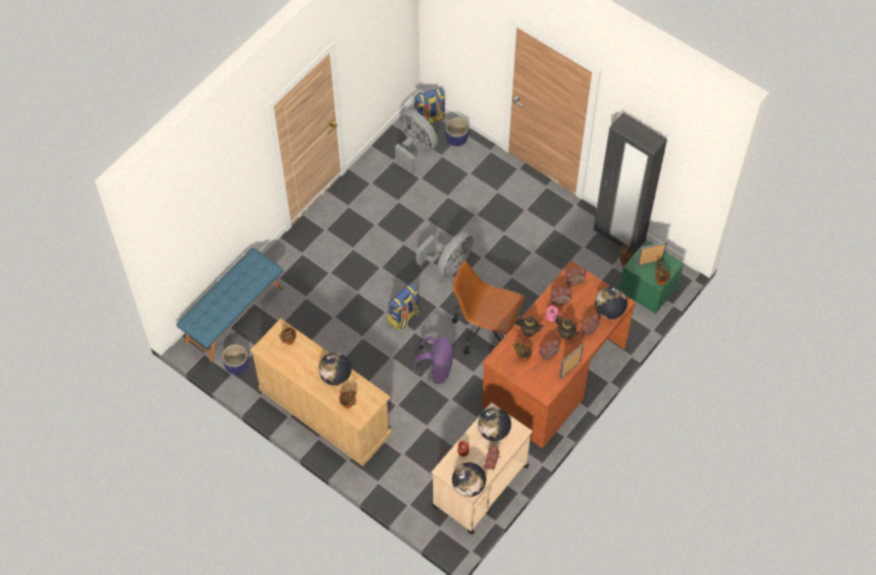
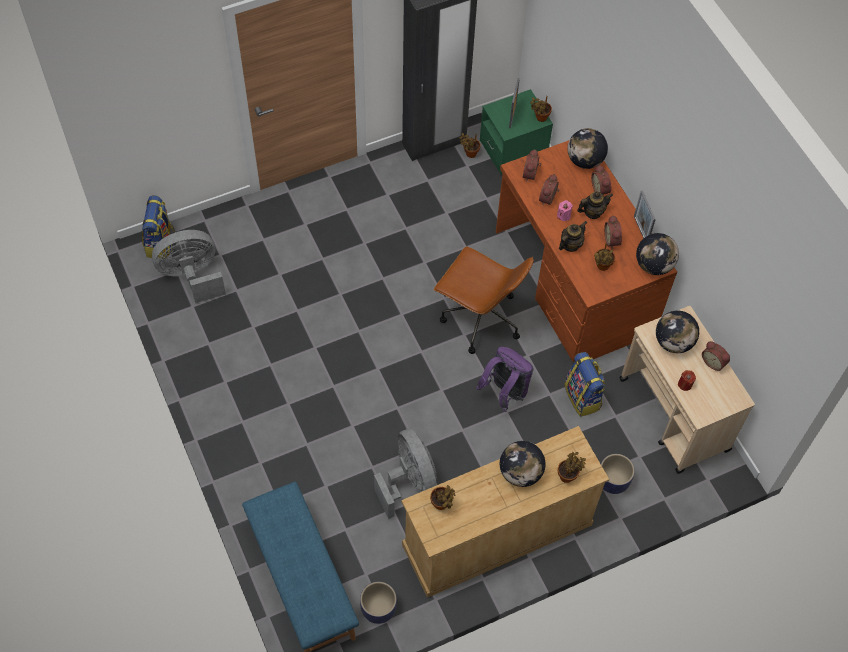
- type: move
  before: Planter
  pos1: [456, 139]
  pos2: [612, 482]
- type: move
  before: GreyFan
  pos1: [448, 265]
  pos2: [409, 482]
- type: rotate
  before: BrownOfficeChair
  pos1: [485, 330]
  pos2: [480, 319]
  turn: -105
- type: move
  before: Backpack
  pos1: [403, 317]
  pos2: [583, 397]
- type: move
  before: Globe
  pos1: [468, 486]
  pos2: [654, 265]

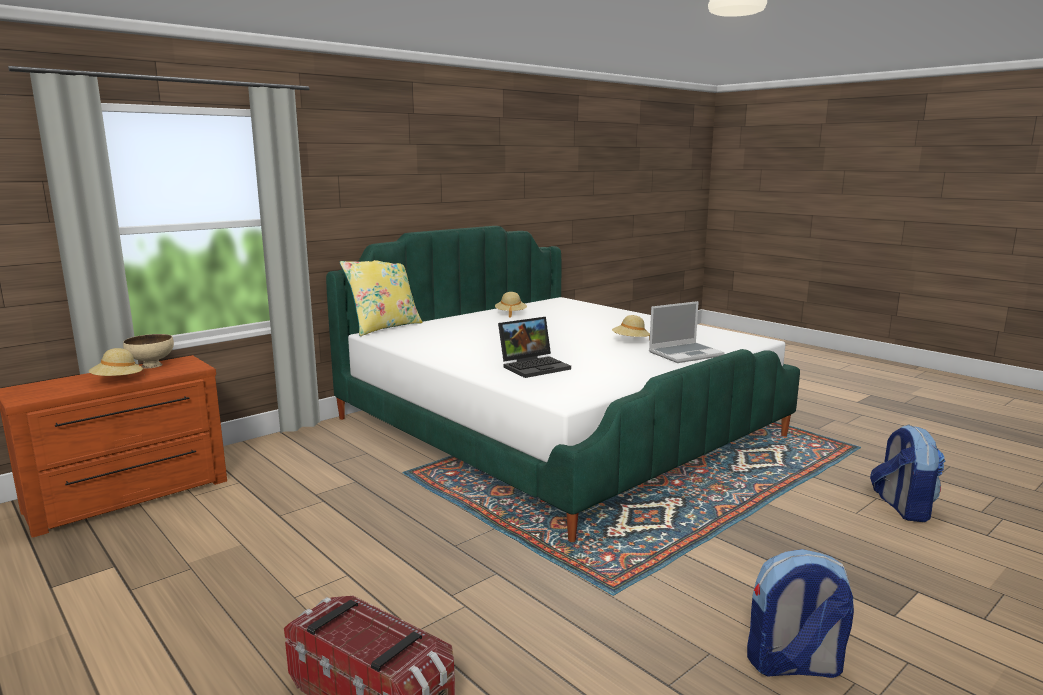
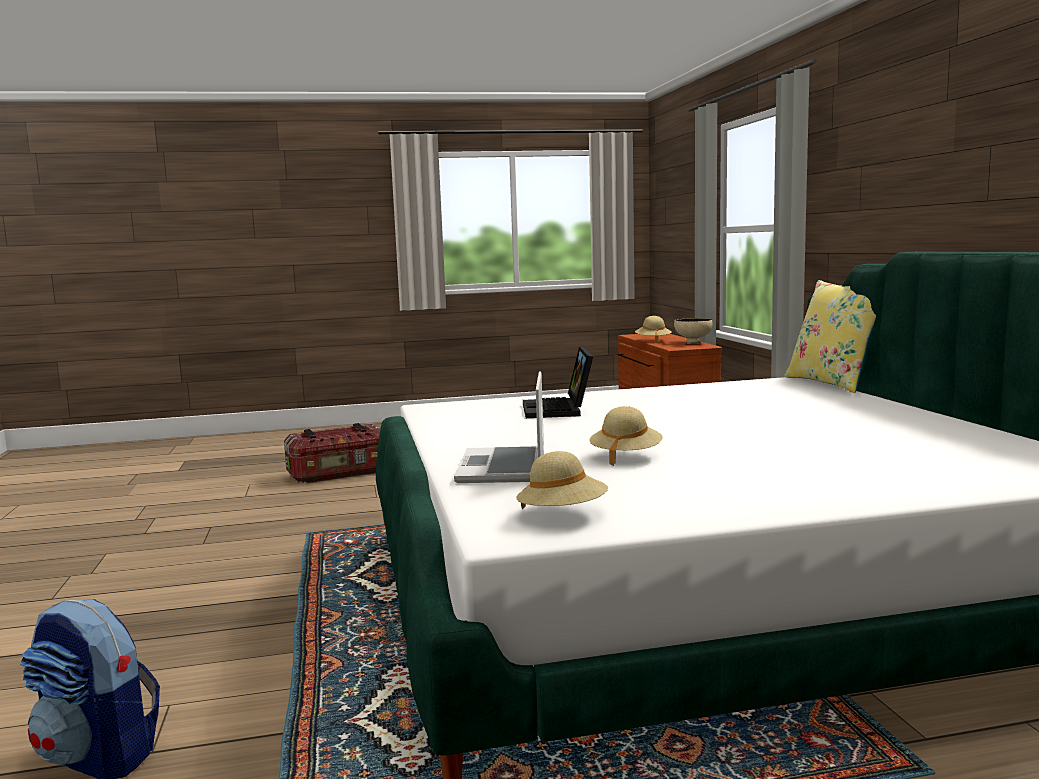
- type: move
  before: BeigeHat
  pos1: [510, 314]
  pos2: [563, 515]
- type: delete
  before: Backpack
  pos1: [793, 666]

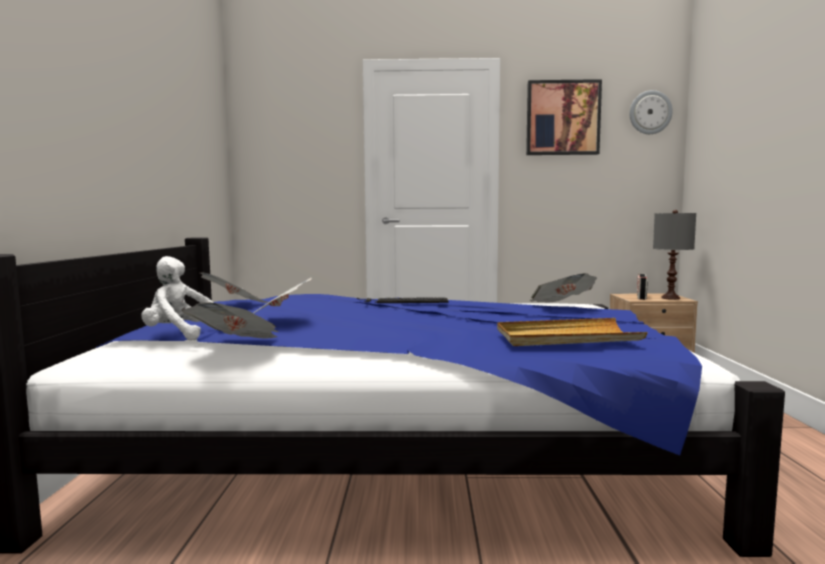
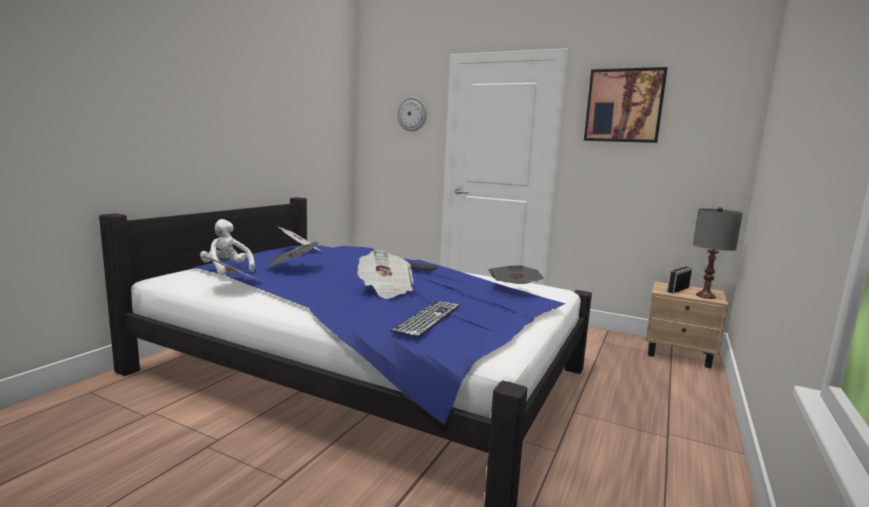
- type: move
  before: WallClock
  pos1: [650, 112]
  pos2: [412, 114]
- type: replace
  before: BeigeTray
  after: Keyboard
  pos1: [566, 337]
  pos2: [428, 318]
- type: insert
  after: Newspaper
  pos2: [385, 289]

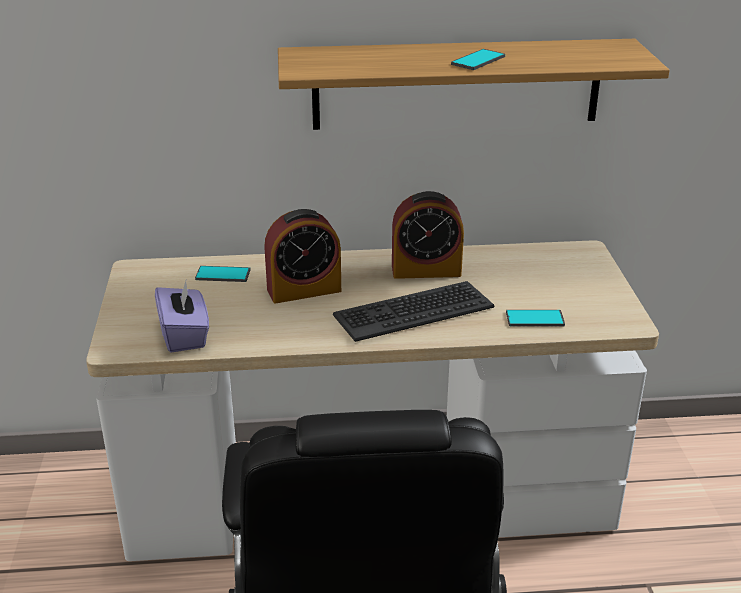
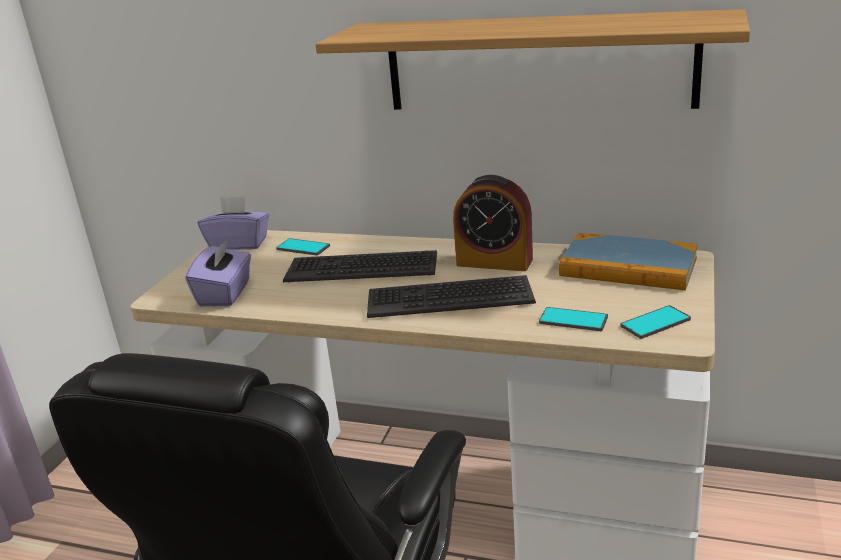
- type: move
  before: Phone
  pos1: [478, 60]
  pos2: [655, 323]
- type: replace
  before: AlarmClock
  after: Keyboard
  pos1: [304, 290]
  pos2: [362, 267]
- type: insert
  after: PurpleTissueBox
  pos2: [239, 244]
- type: insert
  after: Book
  pos2: [628, 267]

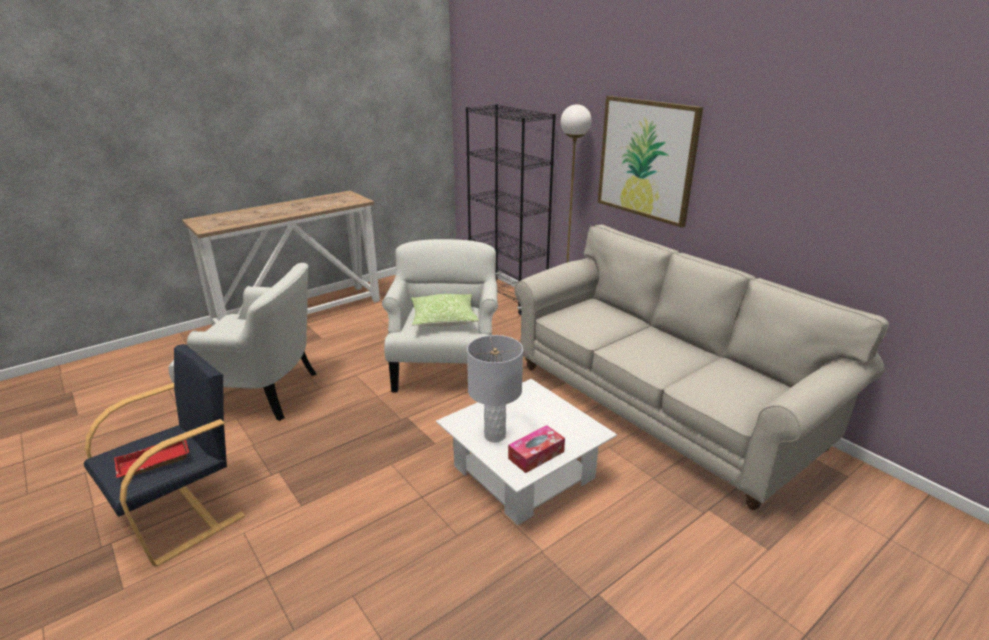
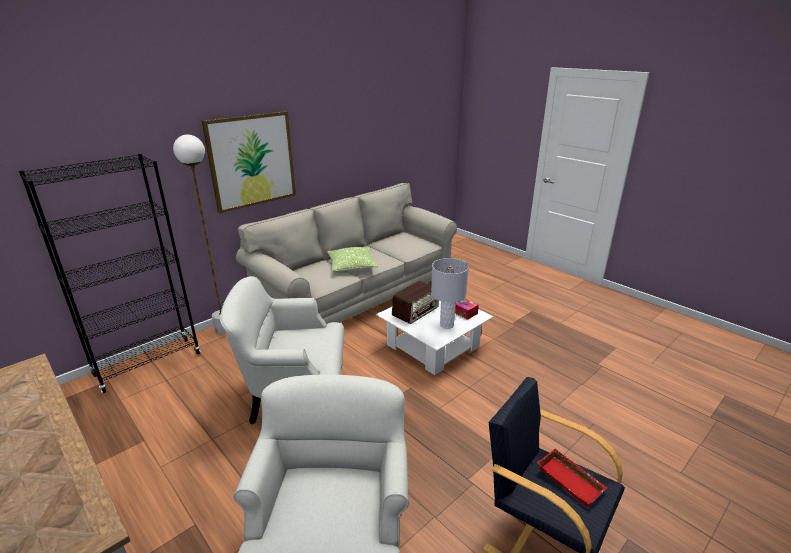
- type: move
  before: Pillow
  pos1: [444, 319]
  pos2: [352, 266]
- type: insert
  after: Radio
  pos2: [415, 311]

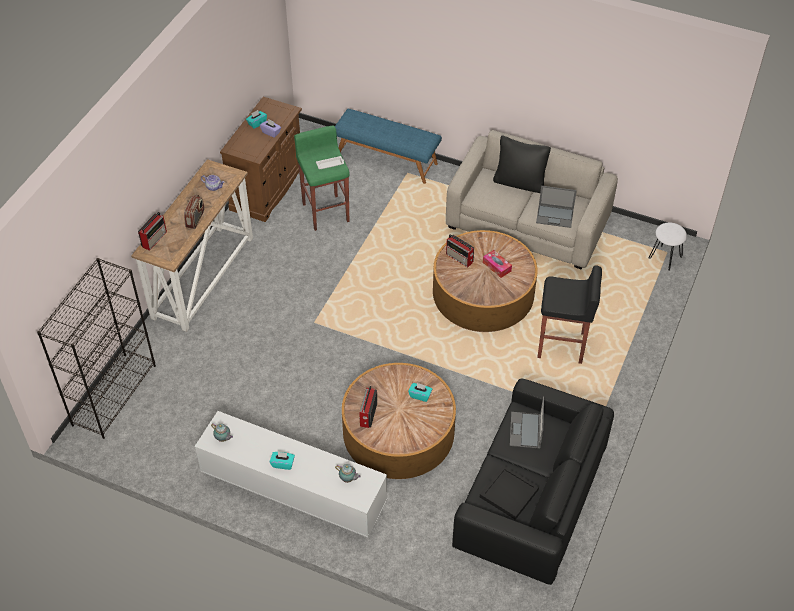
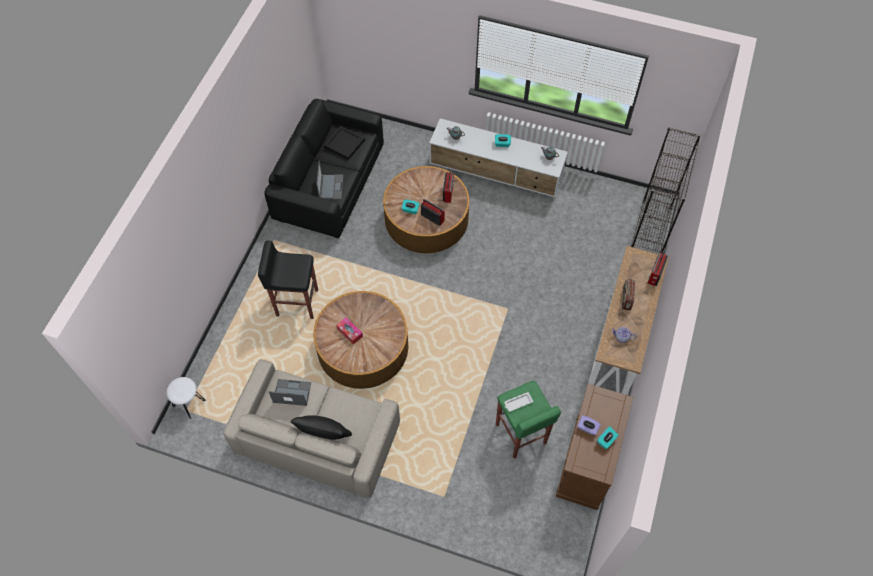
- type: delete
  before: BlueBench
  pos1: [387, 159]
- type: move
  before: Radio
  pos1: [460, 258]
  pos2: [432, 217]

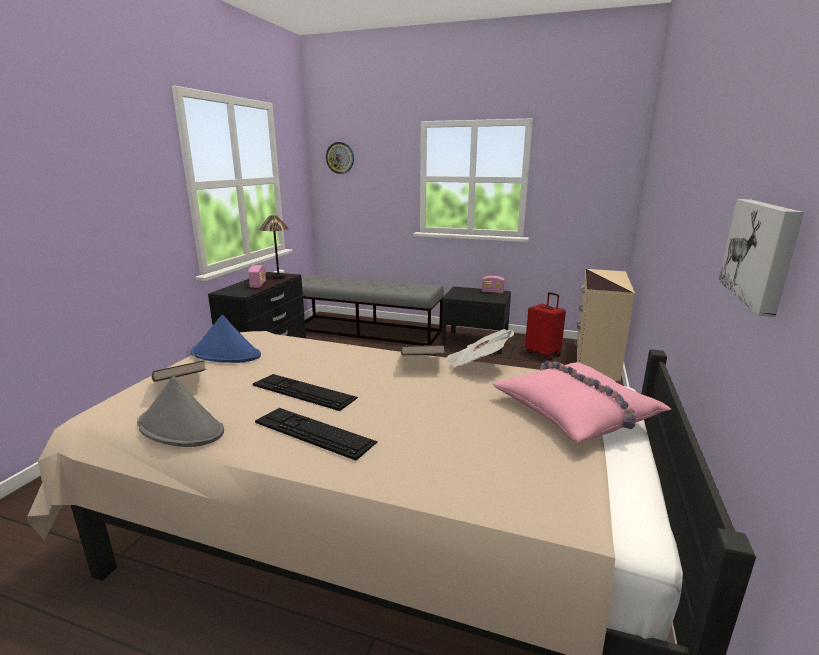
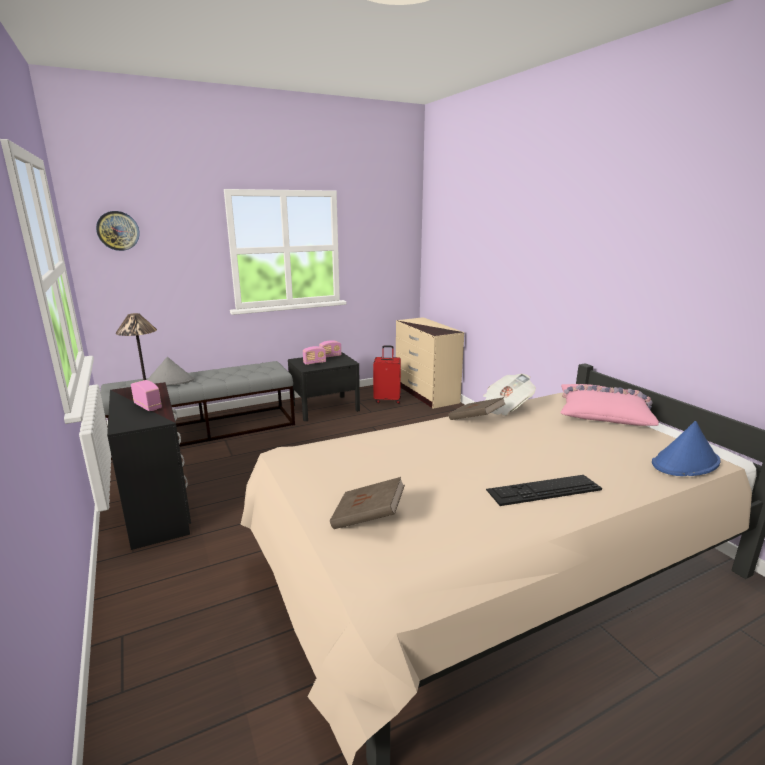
- type: delete
  before: Picture
  pos1: [762, 252]
- type: move
  before: BlueHat
  pos1: [226, 354]
  pos2: [685, 463]
- type: delete
  before: Keyboard
  pos1: [304, 391]
- type: move
  before: GreyHat
  pos1: [181, 427]
  pos2: [170, 382]
- type: insert
  after: Radio
  pos2: [314, 363]

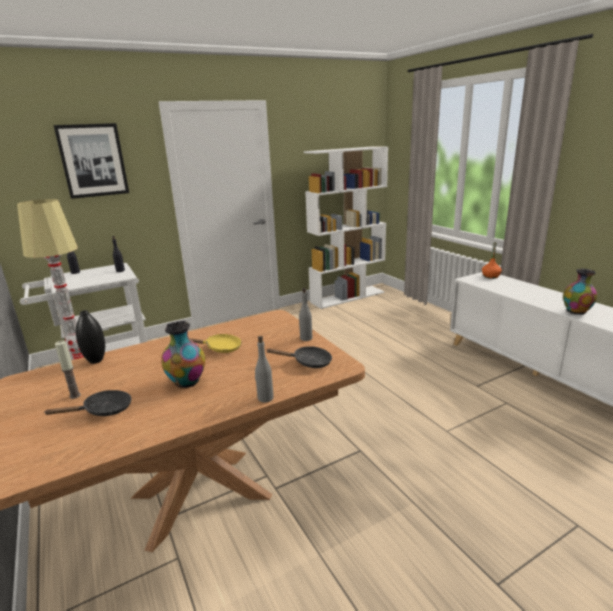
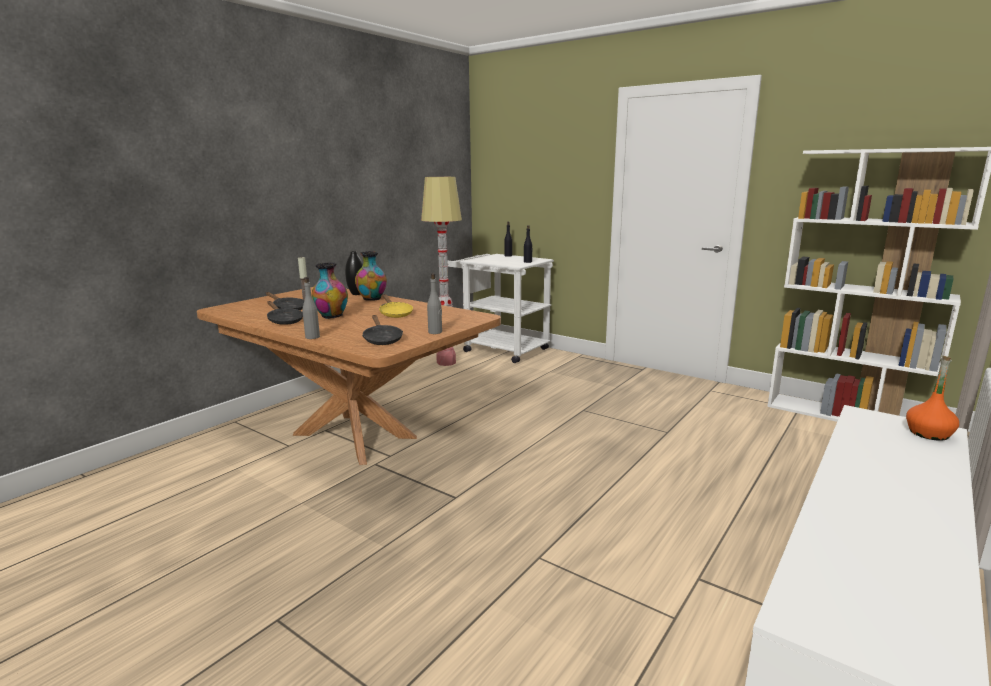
- type: delete
  before: Picture
  pos1: [93, 160]
- type: move
  before: Vase
  pos1: [576, 312]
  pos2: [372, 299]
- type: insert
  after: BlackFryingPan
  pos2: [284, 320]

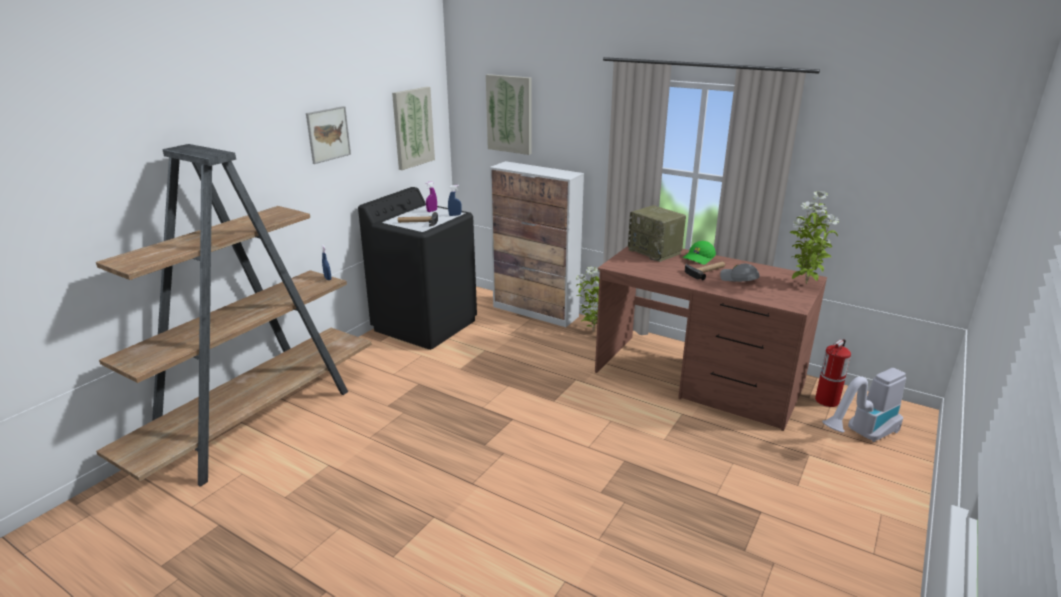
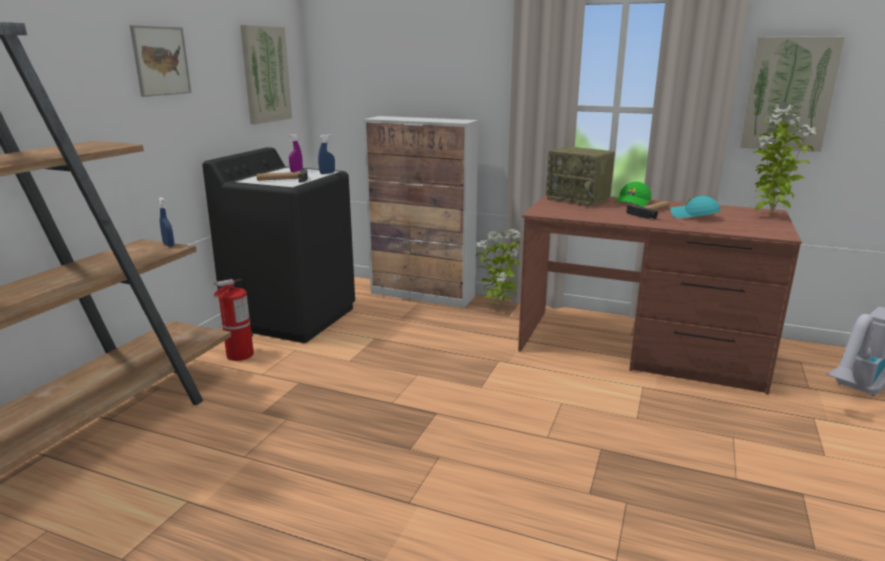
- type: move
  before: Picture
  pos1: [510, 114]
  pos2: [789, 94]
- type: recolor
  before: GreyCap
  after: TurquoiseCap
  pos1: [738, 279]
  pos2: [693, 216]
- type: move
  before: FireExtinguisher
  pos1: [827, 401]
  pos2: [240, 355]

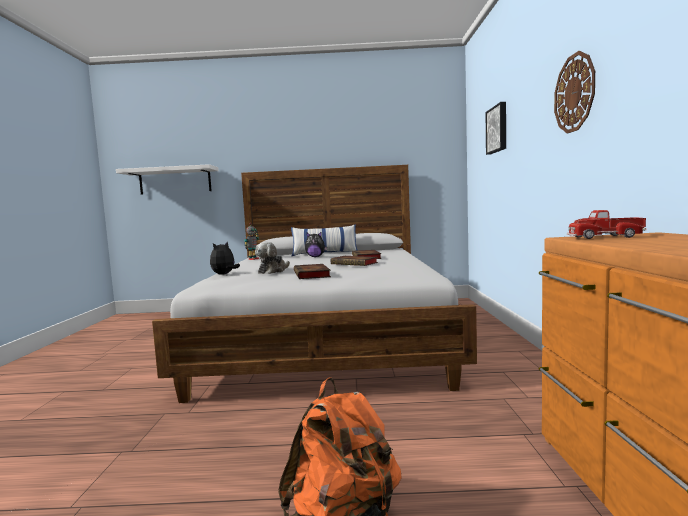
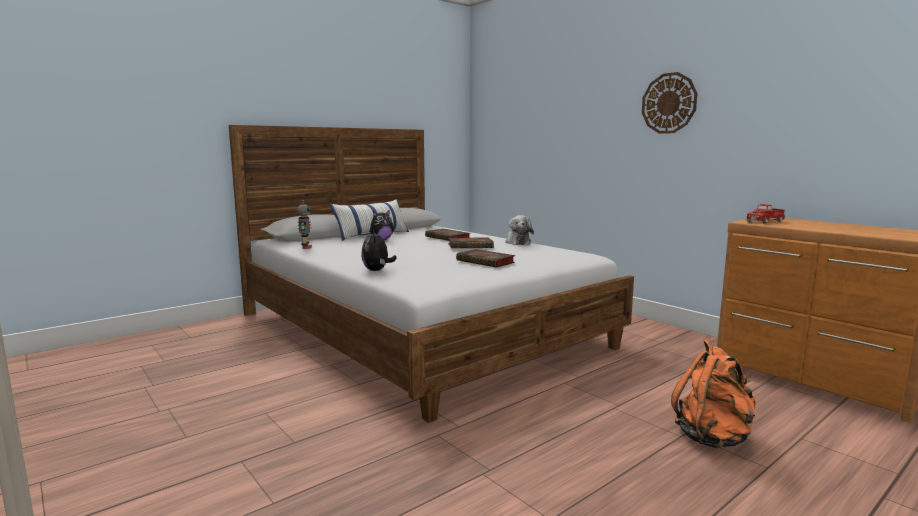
- type: delete
  before: Picture
  pos1: [498, 129]
- type: delete
  before: WhiteShelf
  pos1: [175, 181]
- type: move
  before: PlushToy
  pos1: [273, 271]
  pos2: [517, 242]

